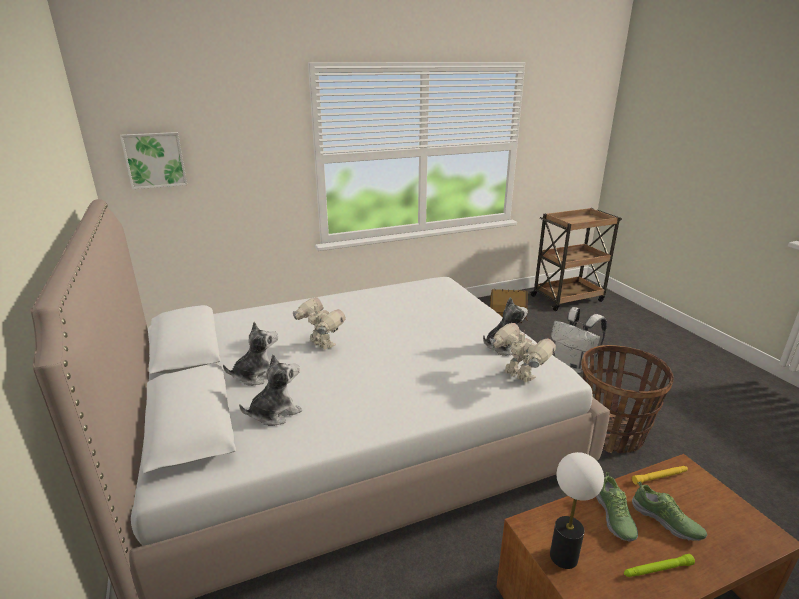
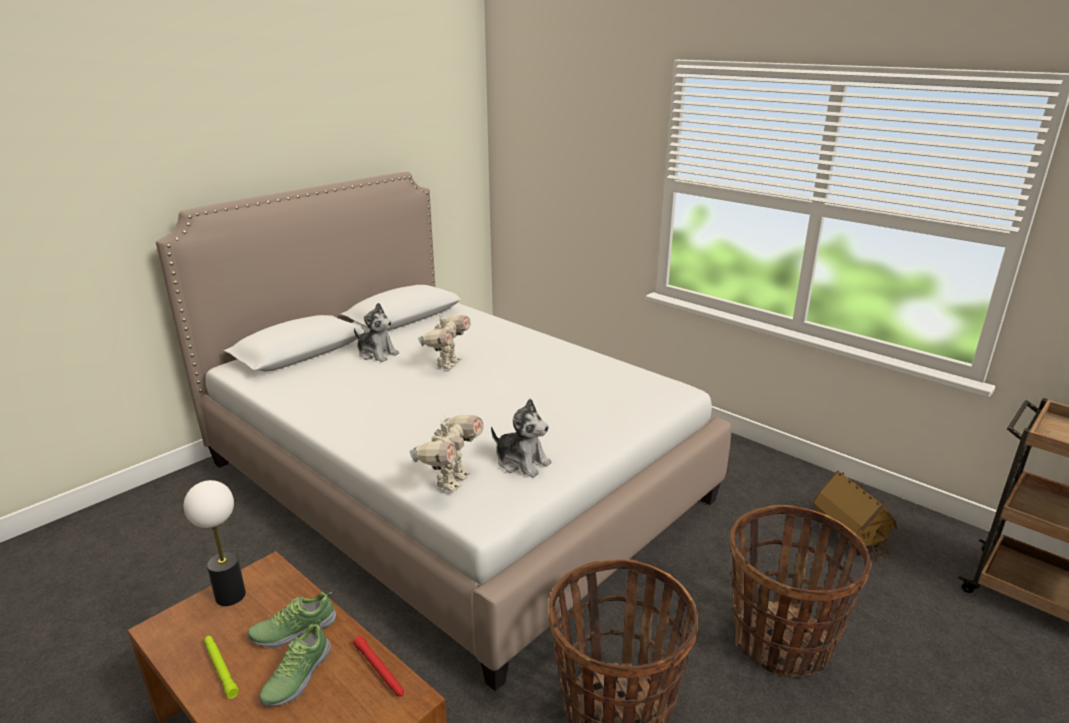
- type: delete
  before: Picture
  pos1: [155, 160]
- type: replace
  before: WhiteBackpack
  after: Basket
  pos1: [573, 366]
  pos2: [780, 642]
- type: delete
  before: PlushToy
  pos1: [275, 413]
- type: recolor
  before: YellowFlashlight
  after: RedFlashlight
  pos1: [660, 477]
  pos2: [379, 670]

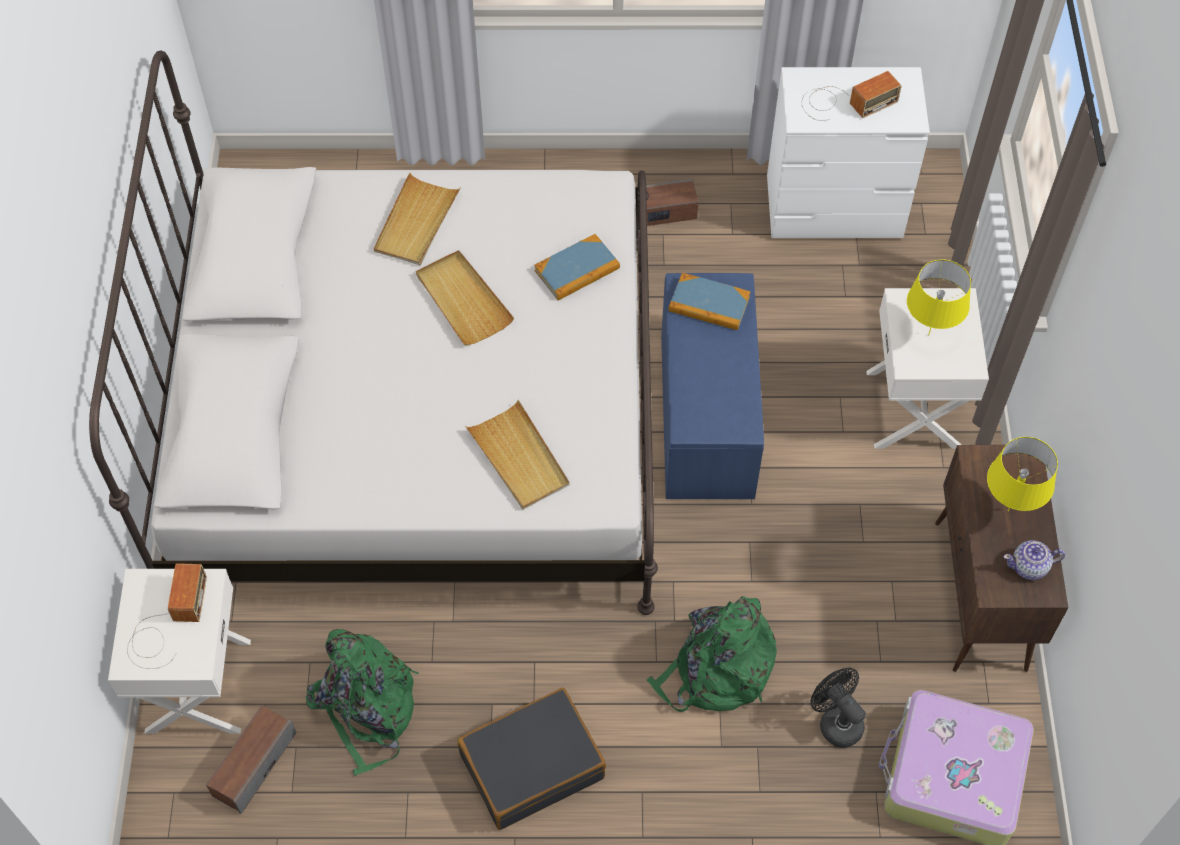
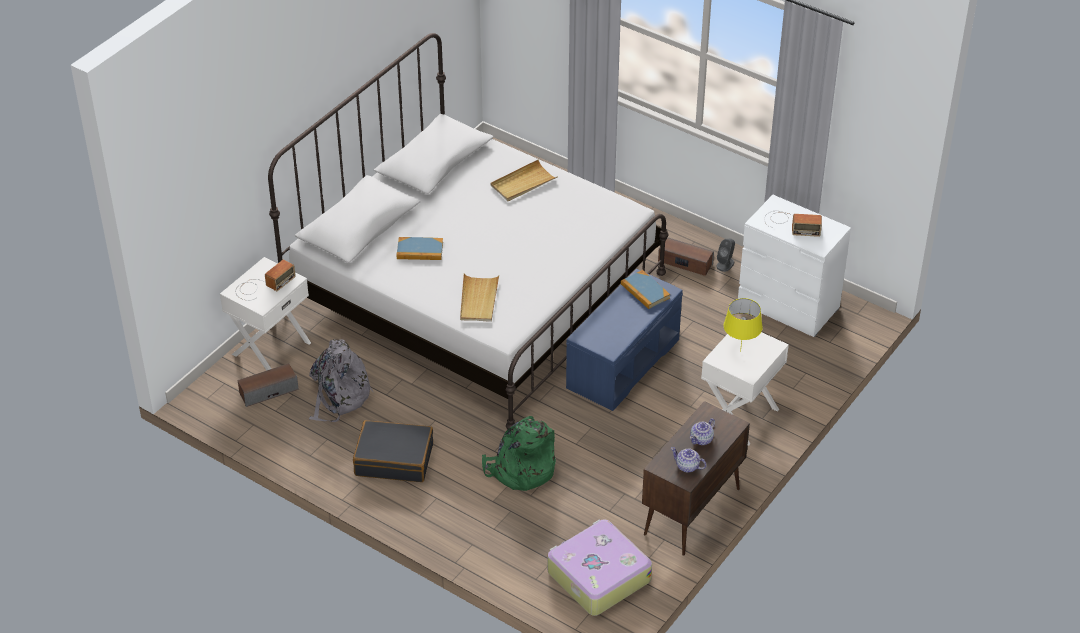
- type: move
  before: Book
  pos1: [577, 270]
  pos2: [420, 251]
- type: delete
  before: BeigeTray
  pos1: [463, 300]
- type: replace
  before: YellowTableLamp
  after: Teapot
  pos1: [1008, 510]
  pos2: [702, 439]
- type: recolor
  before: GreenBackpack
  after: GreyBackpack
  pos1: [367, 708]
  pos2: [339, 397]
- type: delete
  before: BlackFan
  pos1: [836, 721]
- type: insert
  after: GreySpeaker
  pos2: [725, 264]

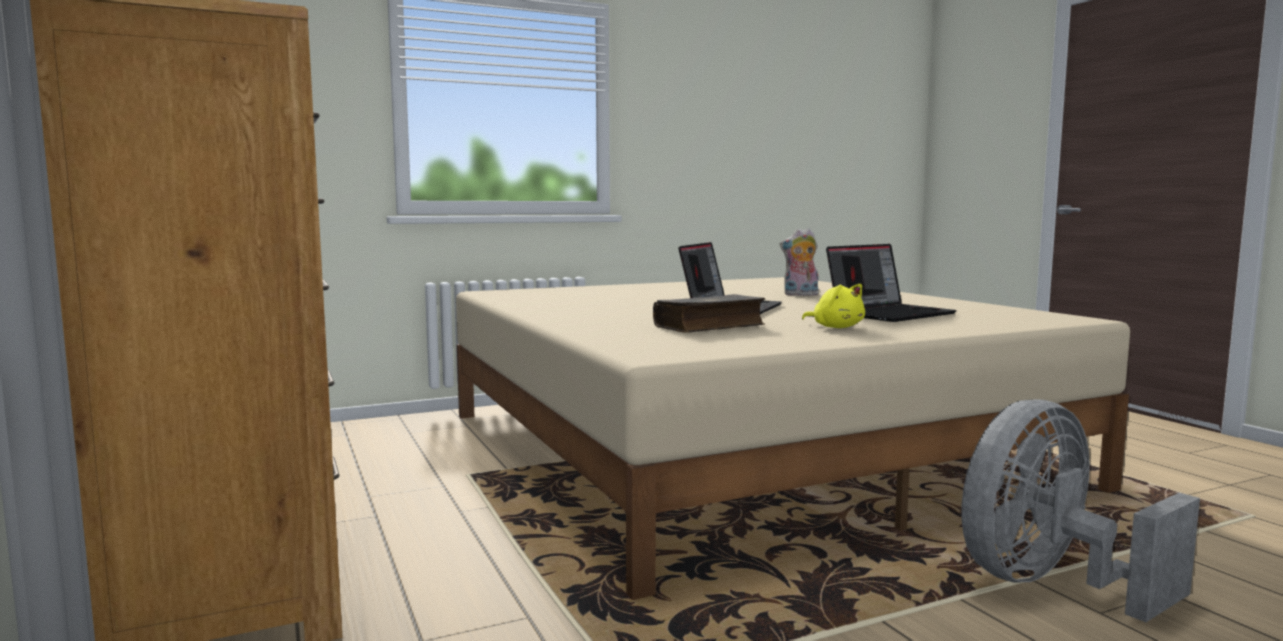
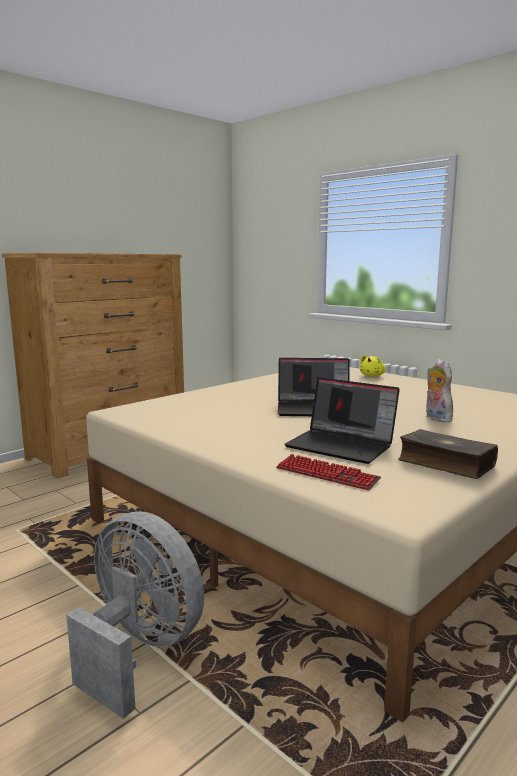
- type: move
  before: YellowPlushToy
  pos1: [836, 327]
  pos2: [372, 376]
- type: move
  before: Book
  pos1: [710, 326]
  pos2: [445, 463]
- type: insert
  after: Keyboard
  pos2: [327, 474]

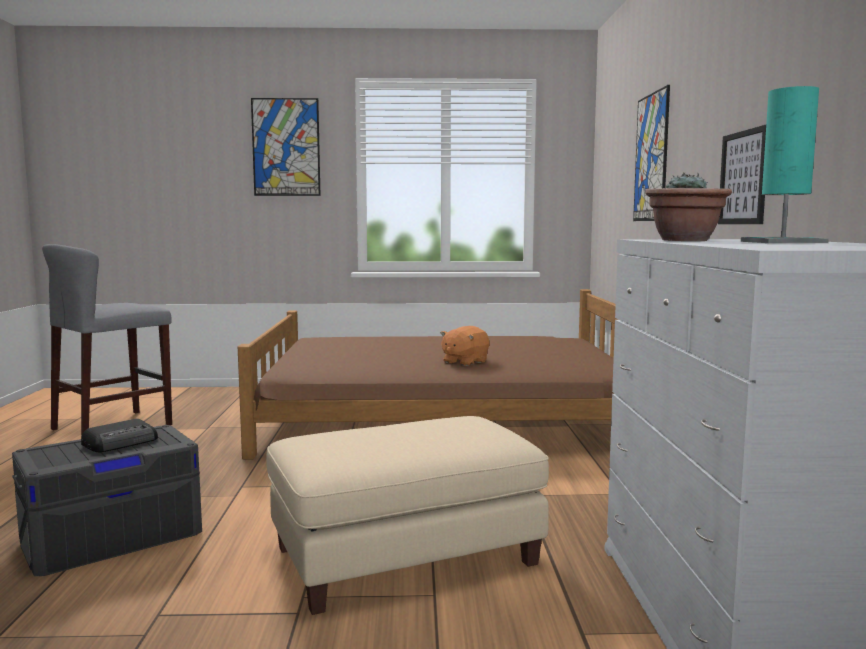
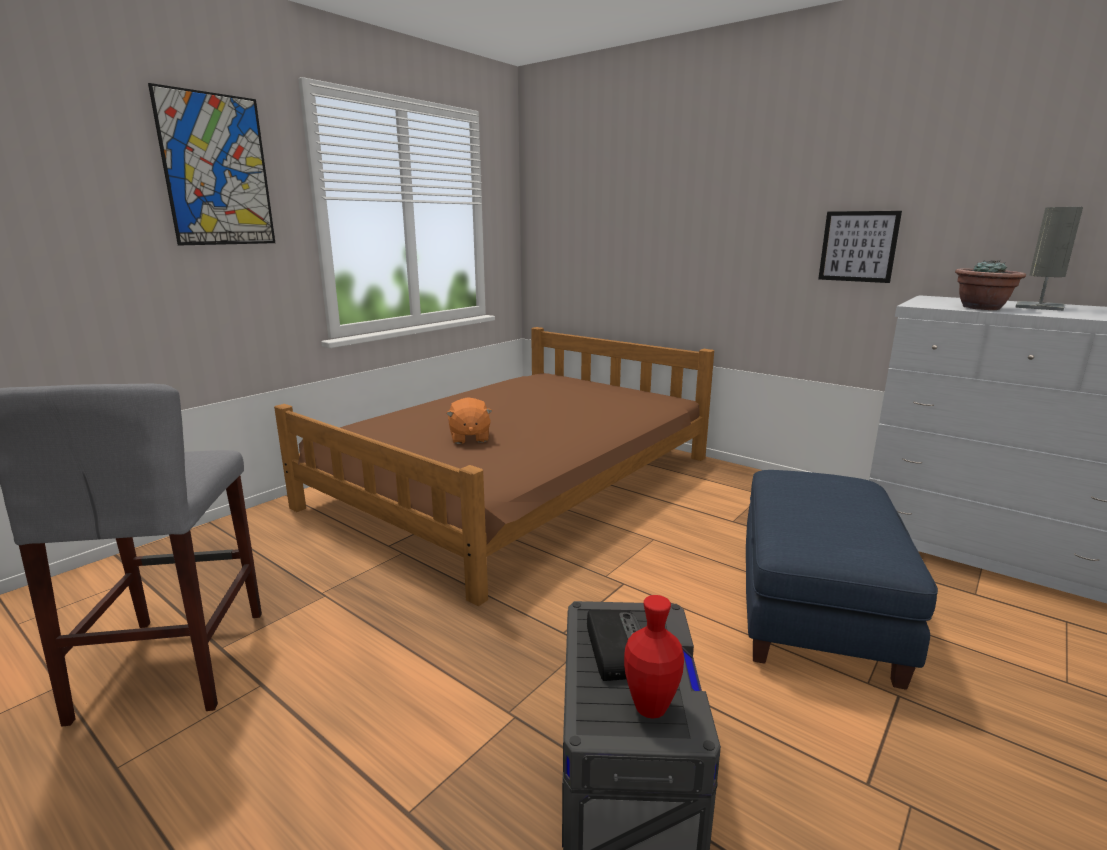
- type: delete
  before: Picture
  pos1: [651, 157]
- type: recolor
  before: TurquoiseTableLamp
  after: GreyTableLamp
  pos1: [782, 242]
  pos2: [1039, 307]
- type: move
  before: OrangePlushToy
  pos1: [464, 362]
  pos2: [469, 437]
- type: recolor
  before: BeigeOttoman
  after: BlueOttoman
  pos1: [407, 556]
  pos2: [814, 607]
- type: insert
  after: RedVase
  pos2: [650, 708]

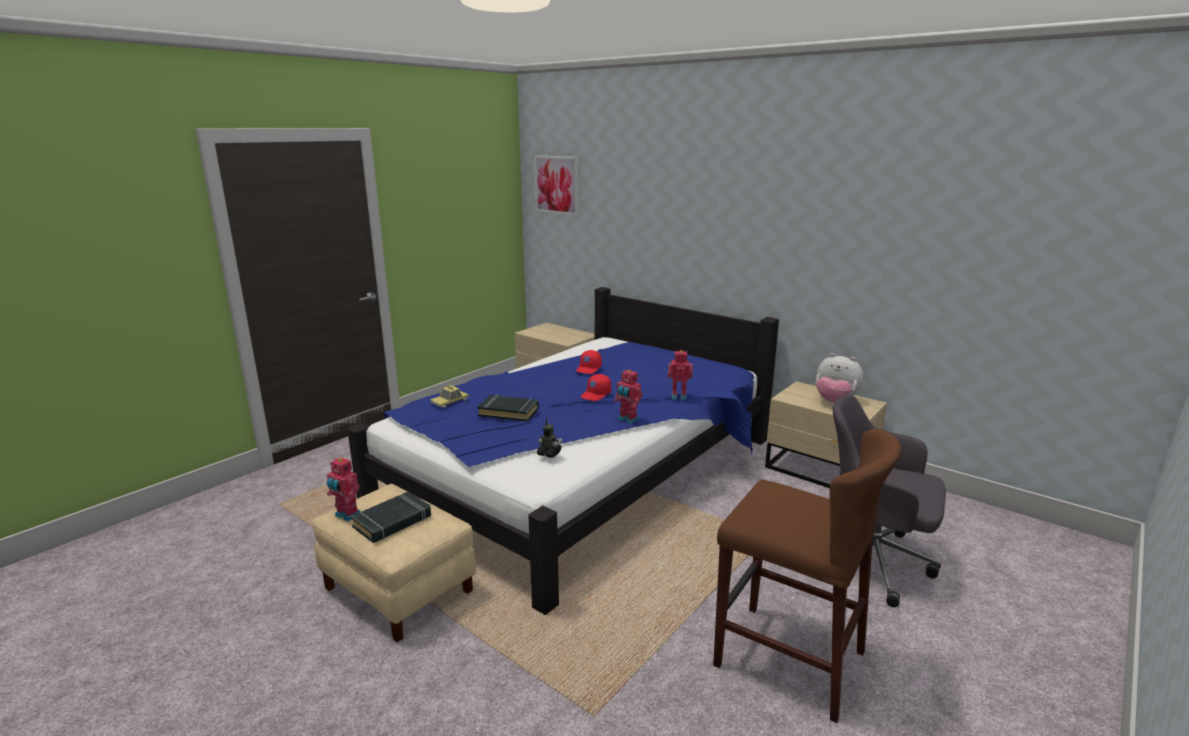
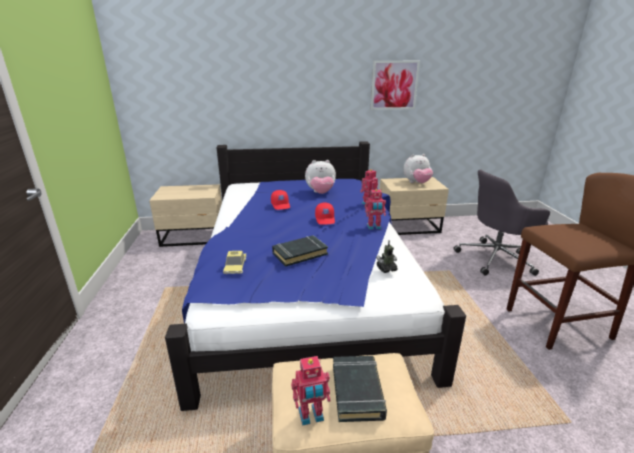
- type: move
  before: Picture
  pos1: [556, 185]
  pos2: [394, 85]
- type: insert
  after: PlushToy
  pos2: [320, 193]

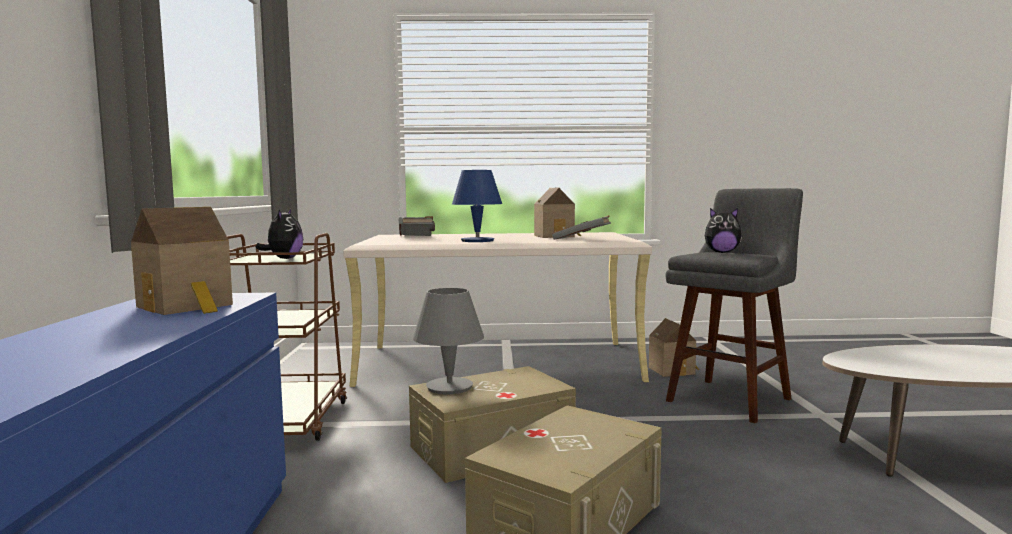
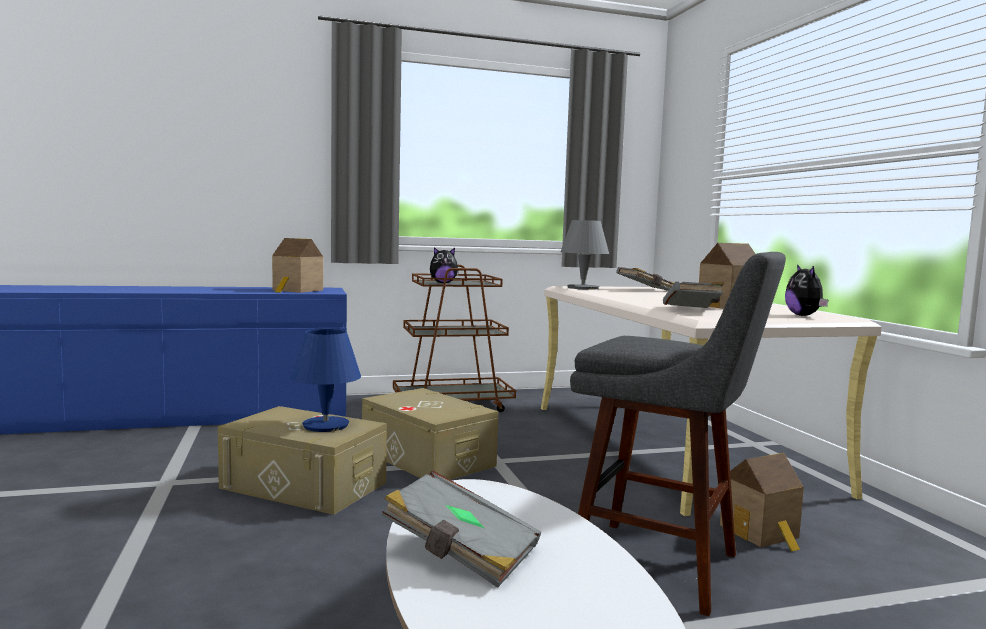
- type: move
  before: BlueTableLamp
  pos1: [477, 241]
  pos2: [325, 425]
- type: move
  before: PlushToy
  pos1: [722, 252]
  pos2: [804, 316]
- type: move
  before: GreyTableLamp
  pos1: [449, 387]
  pos2: [582, 288]
- type: insert
  after: GreyBook
  pos2: [461, 553]

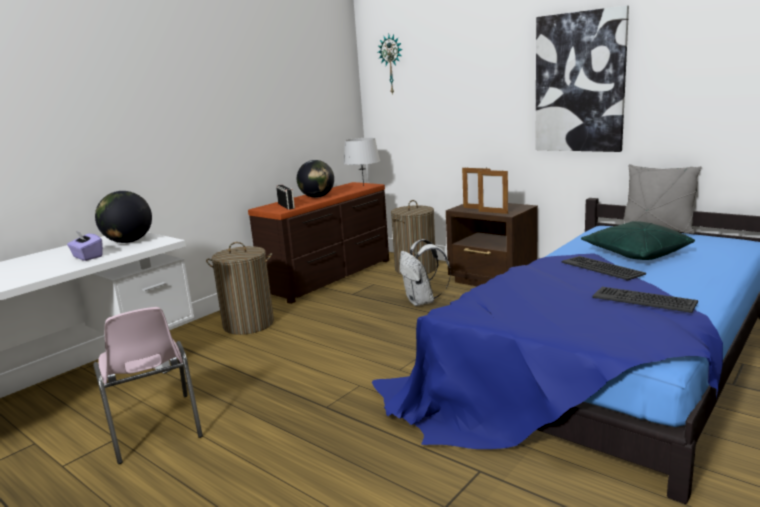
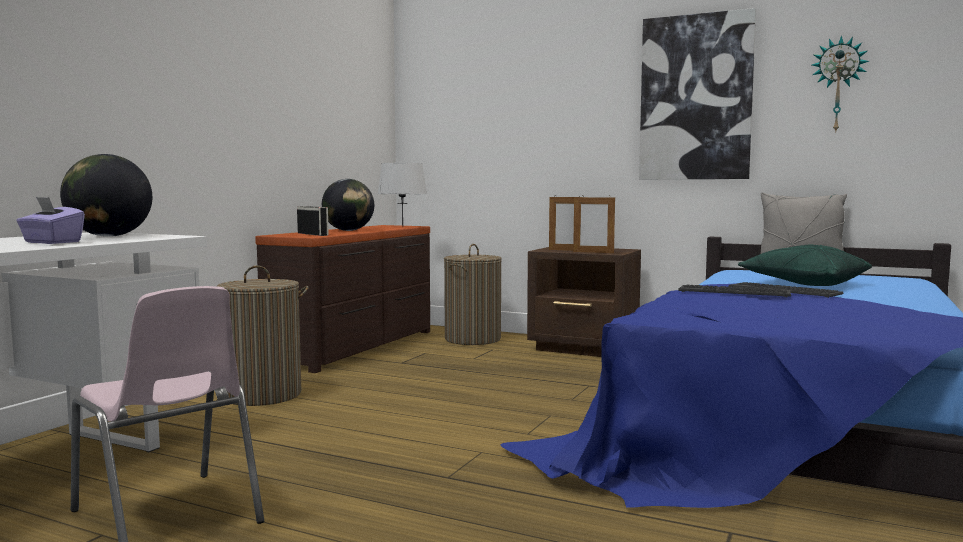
- type: move
  before: WallClock
  pos1: [392, 64]
  pos2: [838, 85]
- type: delete
  before: WhiteBackpack
  pos1: [422, 302]
- type: move
  before: Keyboard
  pos1: [644, 300]
  pos2: [734, 292]

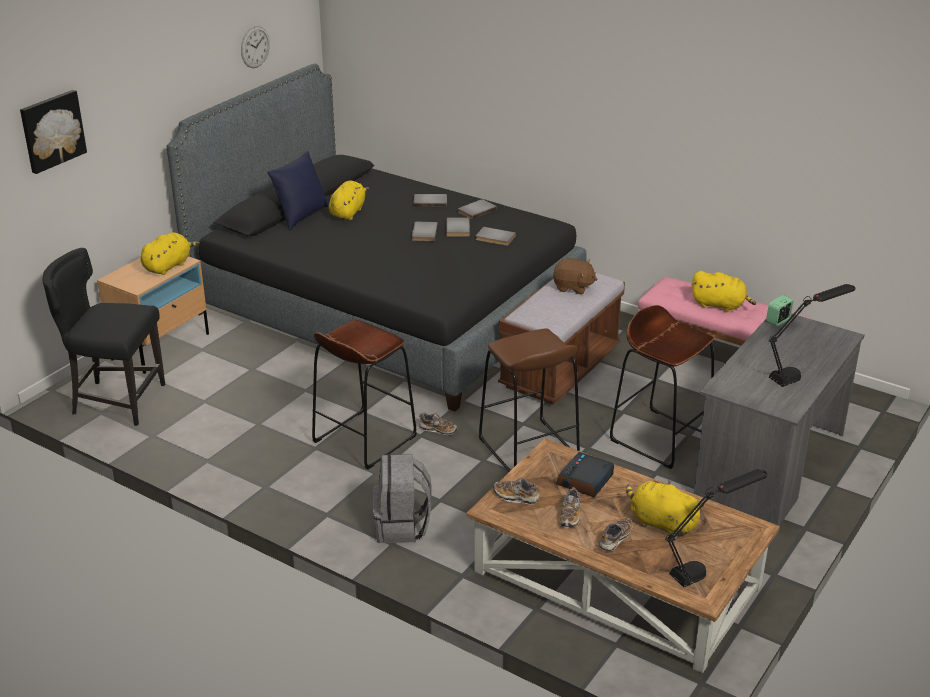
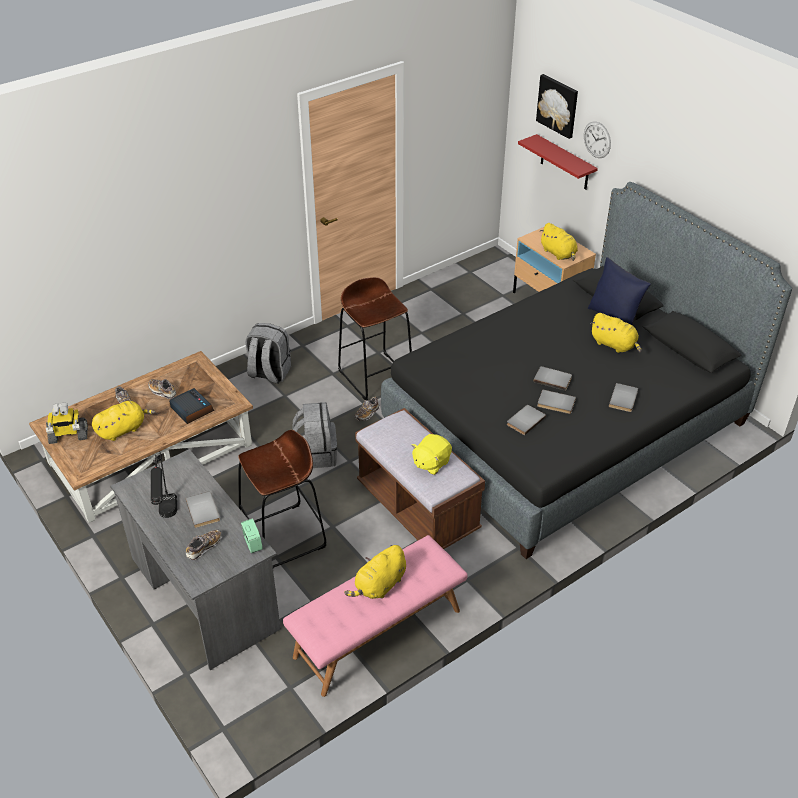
- type: move
  before: WallClock
  pos1: [255, 47]
  pos2: [597, 139]
- type: move
  before: GreyBook
  pos1: [476, 210]
  pos2: [204, 510]
- type: delete
  before: BlackChair
  pos1: [116, 401]
- type: recolor
  before: BrownPlushToy
  after: YellowPlushToy
  pos1: [573, 287]
  pos2: [431, 463]
- type: replace
  before: BrownStool
  after: GreyBackpack
  pos1: [528, 448]
  pos2: [316, 454]
- type: replace
  before: BlackTableLamp
  after: ToyRobot
  pos1: [708, 567]
  pos2: [68, 436]
- type: move
  before: Shoe
  pos1: [516, 497]
  pos2: [204, 547]
- type: insert
  after: RedShelf
  pos2: [565, 163]

